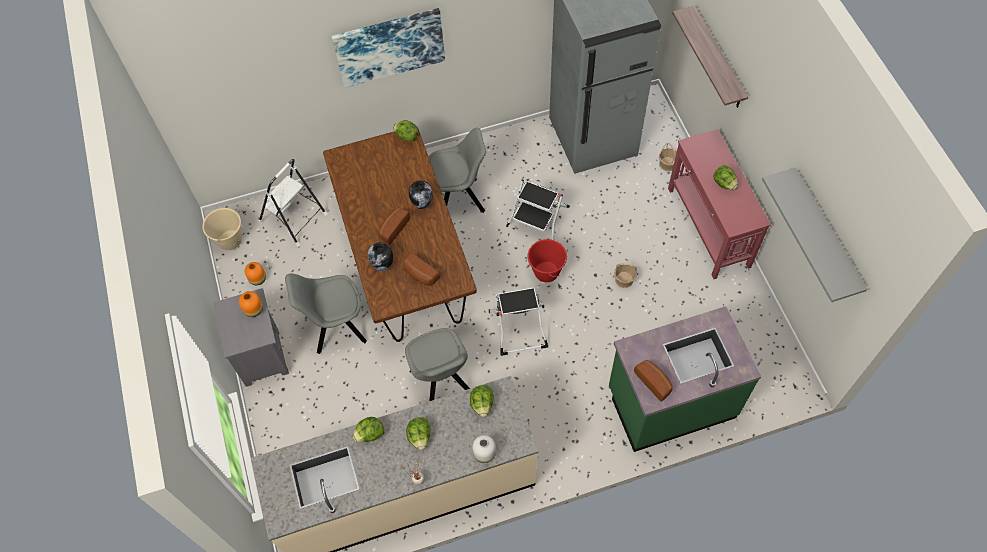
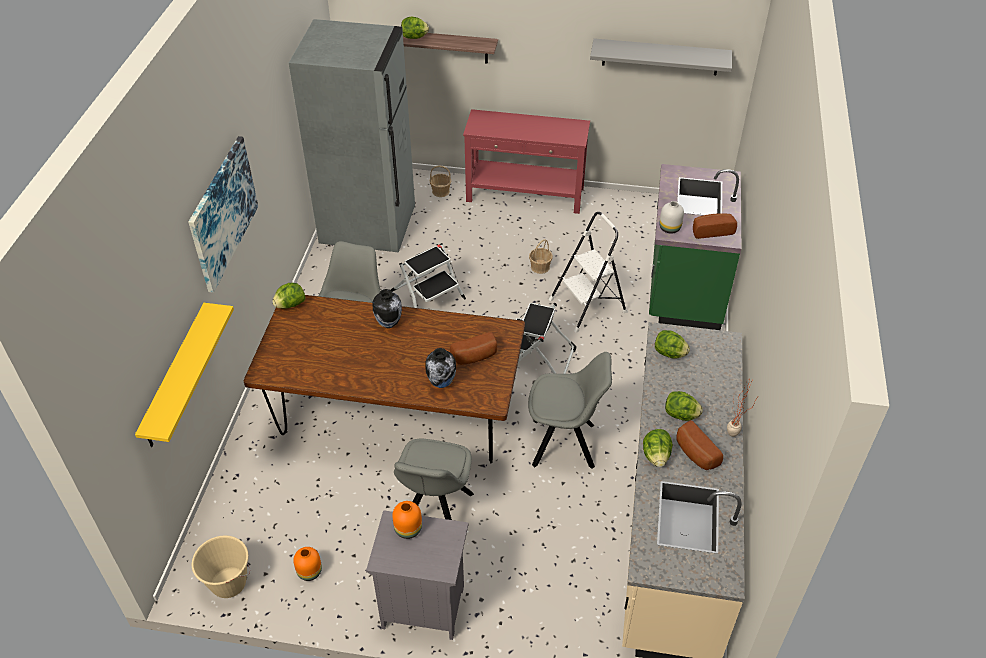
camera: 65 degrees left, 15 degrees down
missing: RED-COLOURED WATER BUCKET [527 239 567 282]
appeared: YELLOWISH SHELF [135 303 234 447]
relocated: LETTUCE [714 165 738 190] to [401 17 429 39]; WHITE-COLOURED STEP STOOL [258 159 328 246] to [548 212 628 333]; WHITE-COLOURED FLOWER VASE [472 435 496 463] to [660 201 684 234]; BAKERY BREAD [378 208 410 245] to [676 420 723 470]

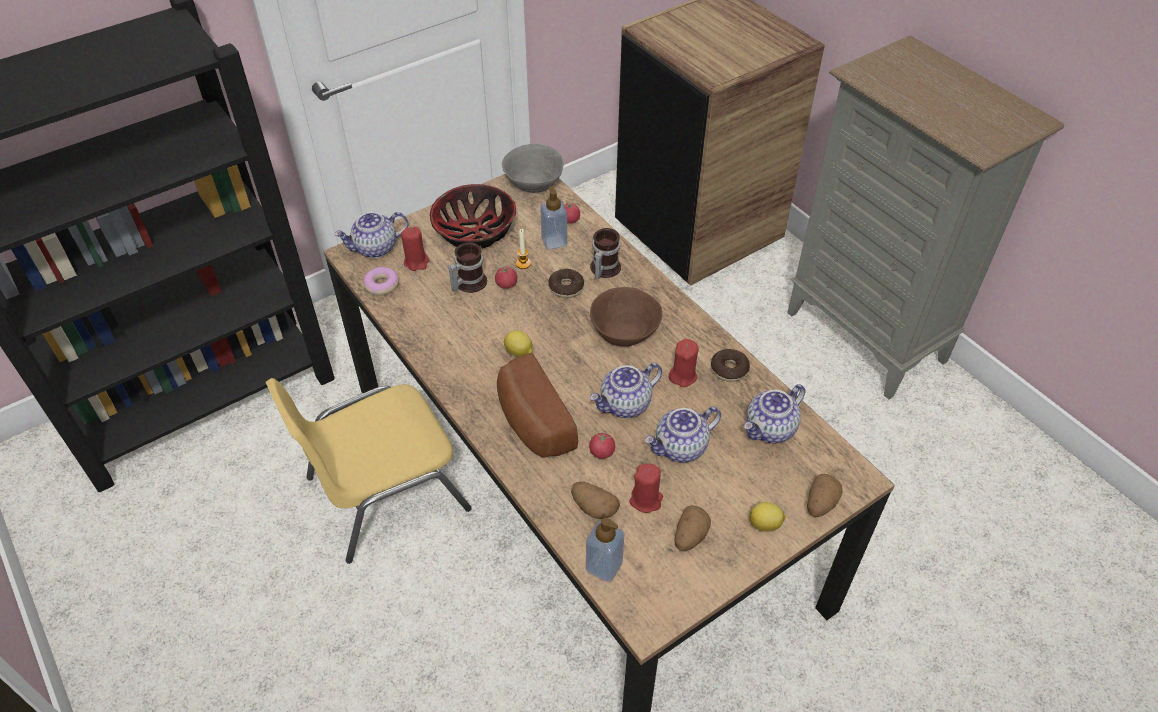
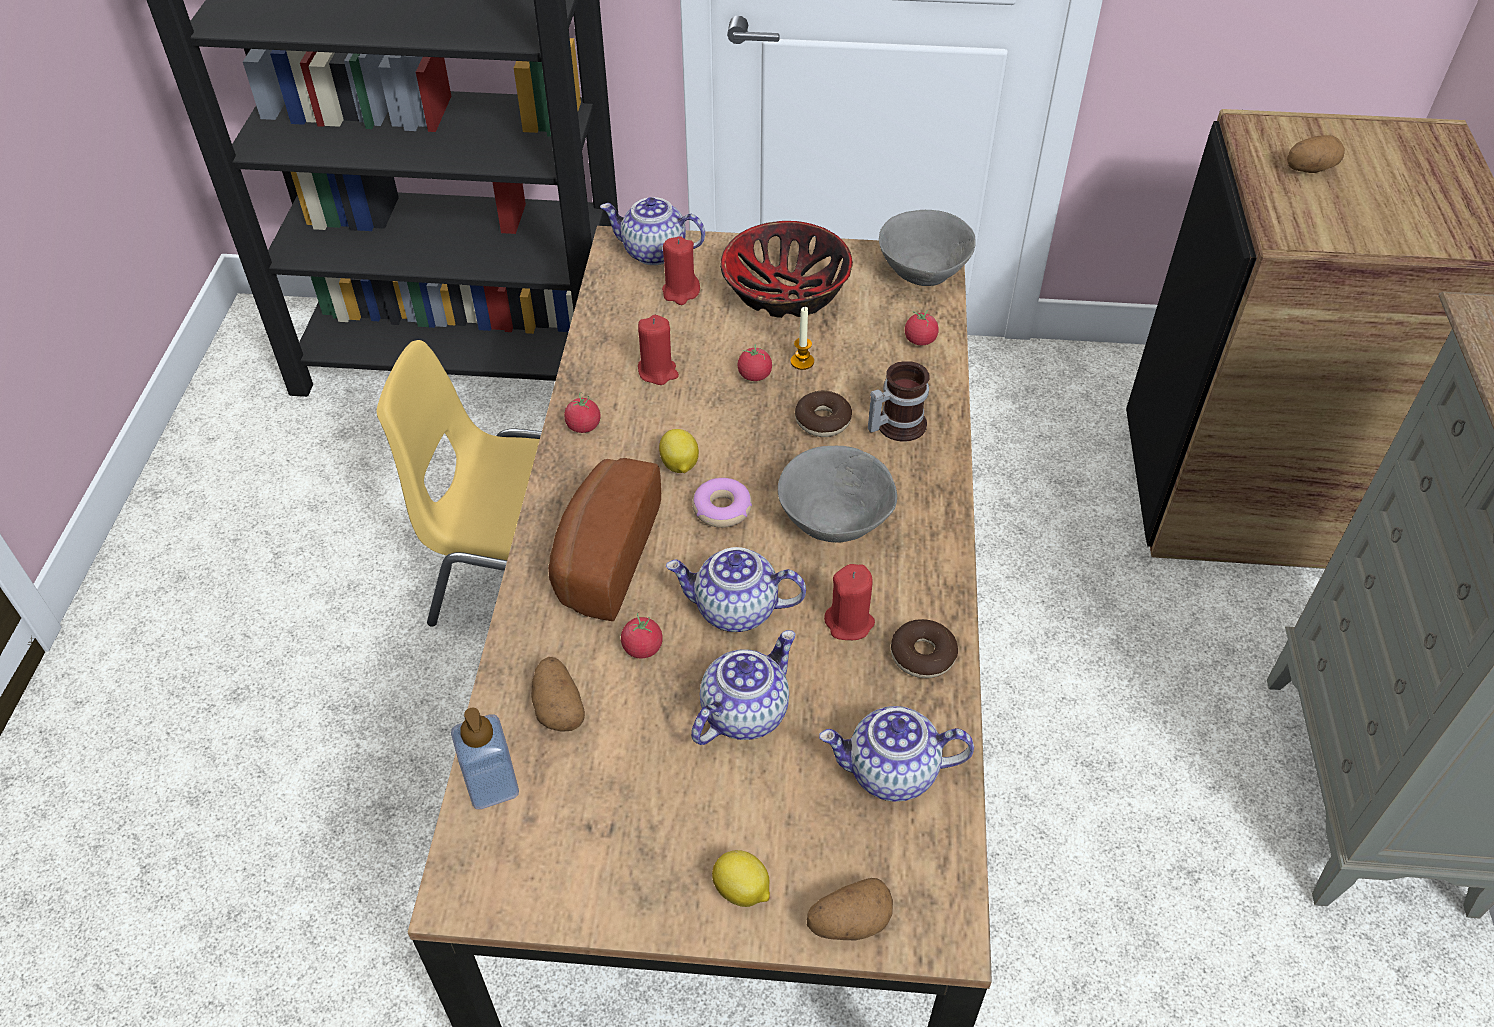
camera: 40 degrees right, 0 degrees up
missing: MUG [448 242 487 293]; SOAP BOTTLE [540 186 567 250]
appeared: WHOLE TOMATO [564 392 600 433]
relocated: RED-COLOURED CANDLE [629 464 663 513] to [638 315 679 385]; DOUGHNUT [363 267 399 296] to [692 478 752 528]; WHOLE POTATO [674 505 711 551] to [1287 135 1345 173]
colour: BROWNISH DEEP DISH [590 287 662 347] to GREYISH DEEP DISH [778 446 897 543]
spun: TEAPOT [644 407 721 463] = [691 630 796 745] 120 degrees clockwise

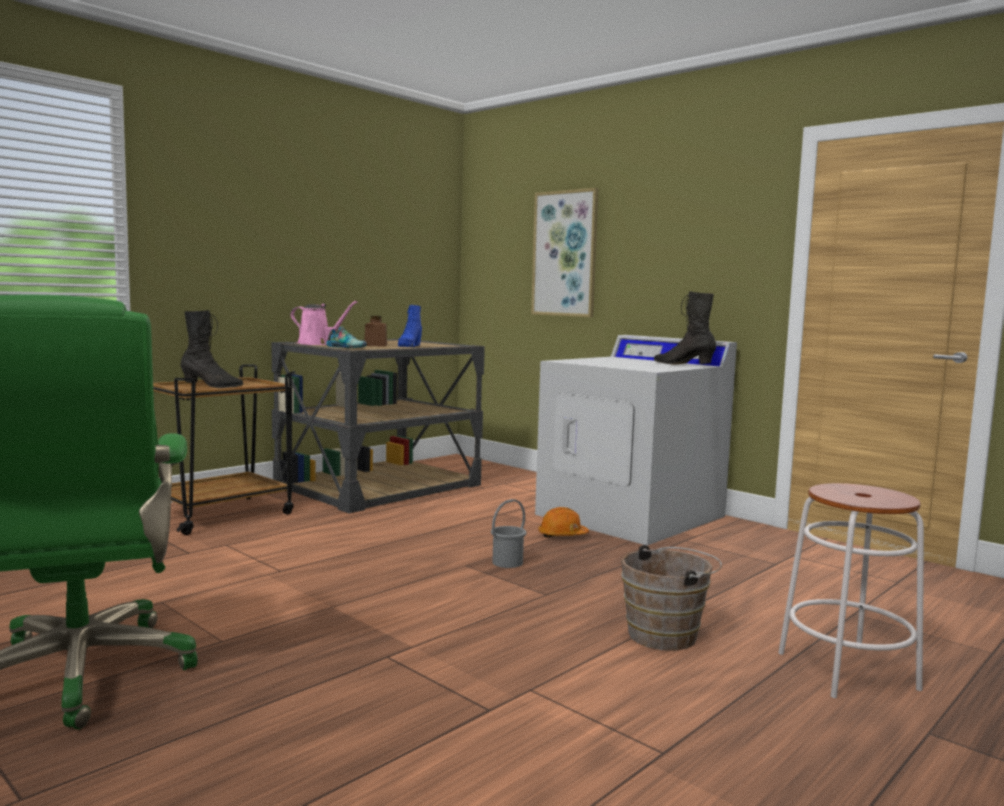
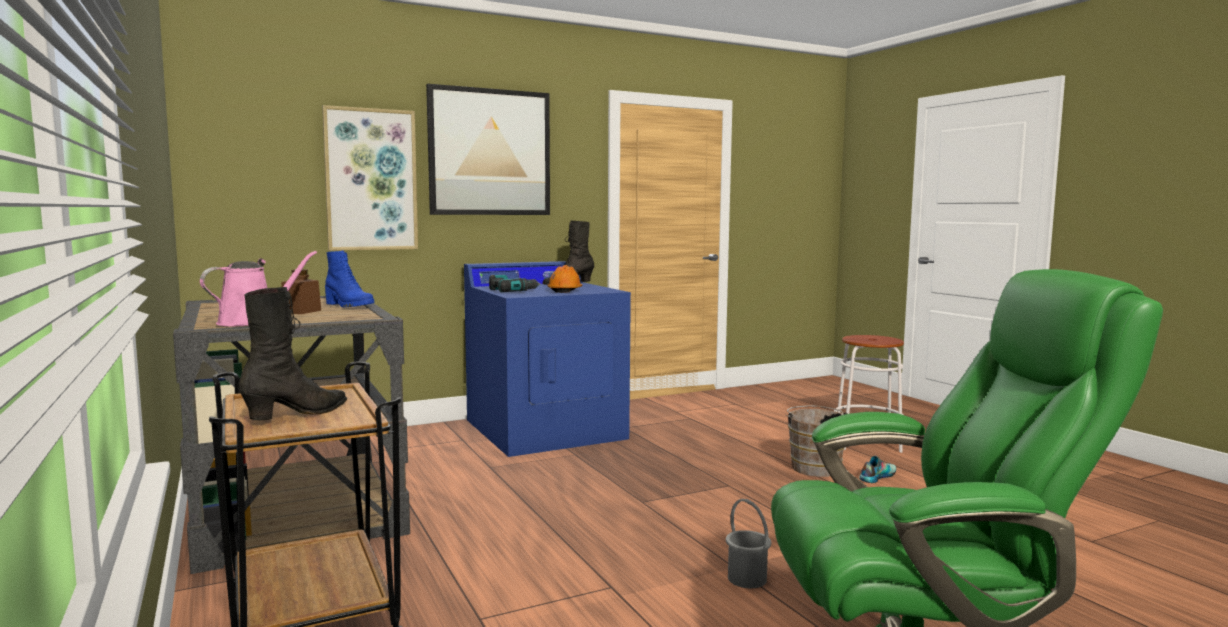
camera: 70 degrees left, 0 degrees up
appeared: WALL PICTURE [426 84 550 215]; DRILL [489 275 541 292]
relocated: ORANGE HARD HAT [538 507 589 538] to [547 265 582 293]; GREYISH WATER BUCKET [491 499 527 568] to [726 499 771 588]; ITEM OF FOOTWEAR [326 326 367 348] to [859 456 896 483]
colour: WHITE-COLOURED WASHING MACHINE [535 335 737 546] to BLUE WASHING MACHINE [464 261 631 457]

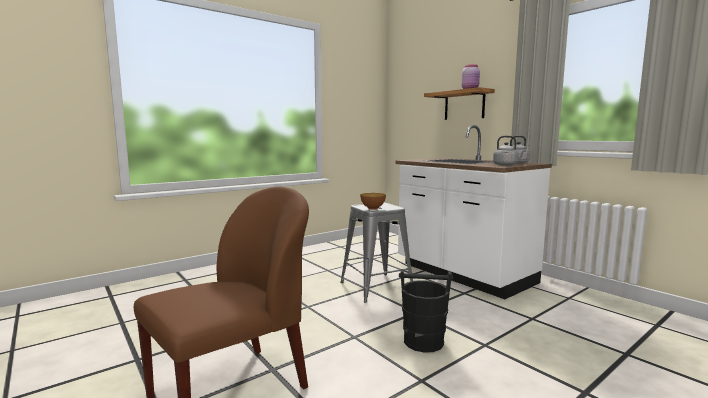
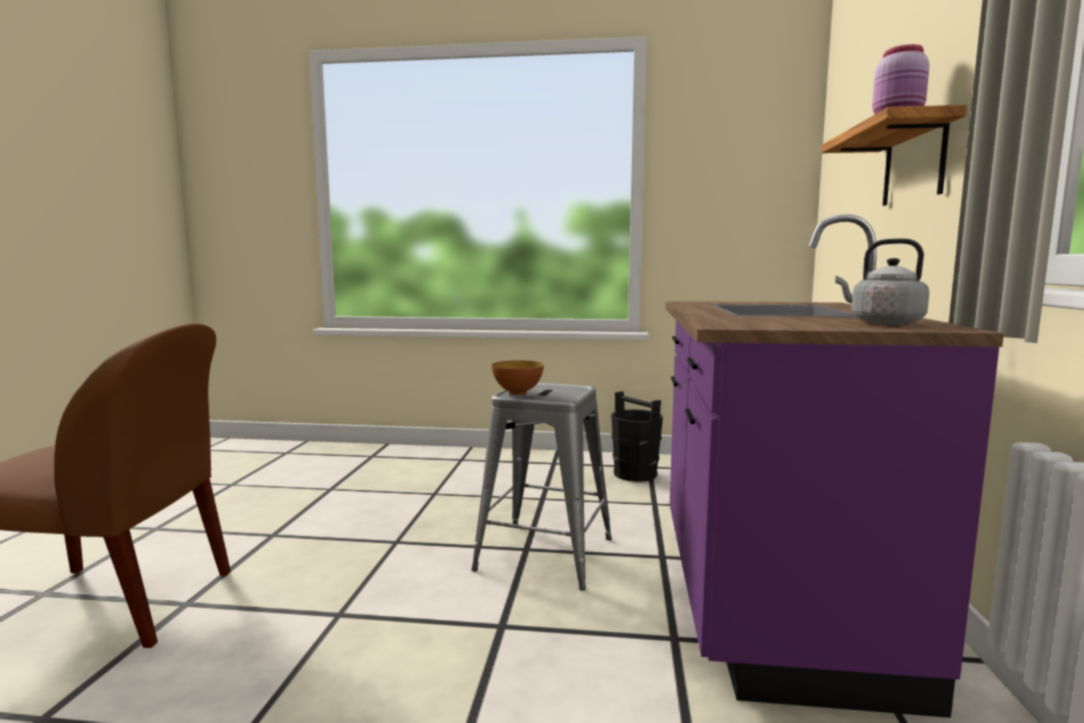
camera: 45 degrees right, 0 degrees up
missing: GREYISH KETTLE [493 136 526 166]
relocated: BLACKISH WATER BUCKET [399 269 453 353] to [611 391 663 482]
colour: WHITE-COLOURED COUNTER [396 125 552 299] to PURPLE COUNTER [665 214 1004 718]

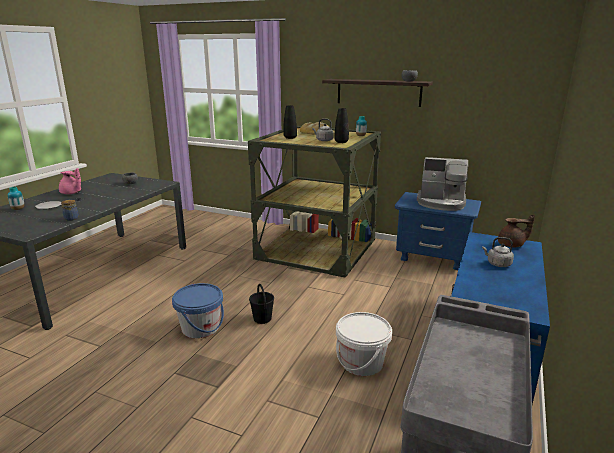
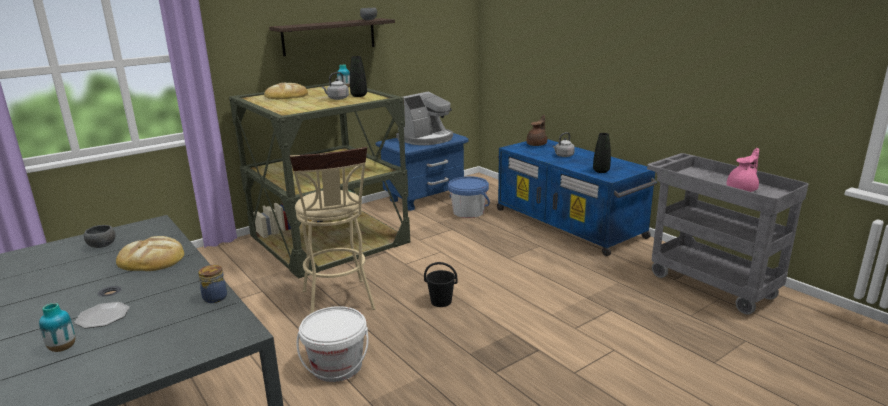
camera: 60 degrees left, 0 degrees up
appeared: BAKERY BREAD [116 236 184 271]; SAND-COLOURED STOOL [290 147 376 314]
relocated: WHITE-COLOURED WATER BUCKET [336 312 392 376] to [297 306 368 382]; BLUE WATER BUCKET [172 283 224 338] to [448 176 490 218]; BLACKISH FLOWER VASE [283 106 297 139] to [593 133 611 173]; PINK TEAPOT [59 168 81 194] to [727 148 759 192]

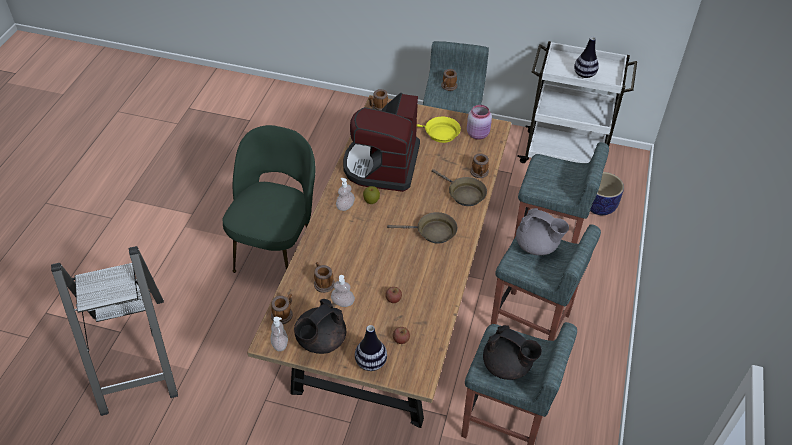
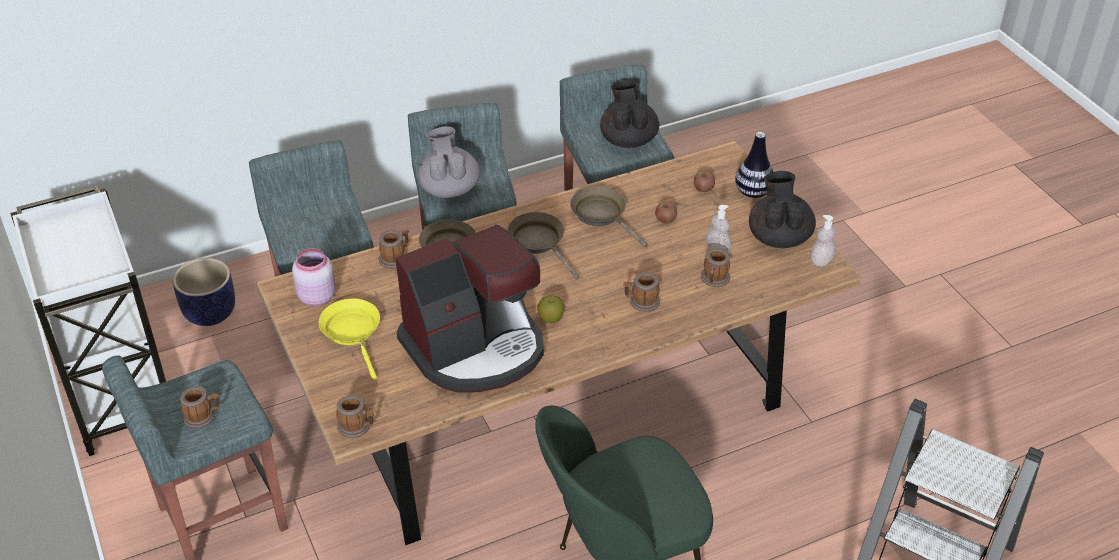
camera: 130 degrees left, 5 degrees down
missing: SOAP BOTTLE [336 178 355 211]; FLOWER VASE [574 37 599 78]
appeared: BROWNISH FRYING PAN [570 186 648 247]
relocated: MUG [271 294 293 324] to [623 272 660 312]
spun: BLACKISH TEAPOT [294 299 346 354] = [749 171 816 248] 90 degrees counterclockwise

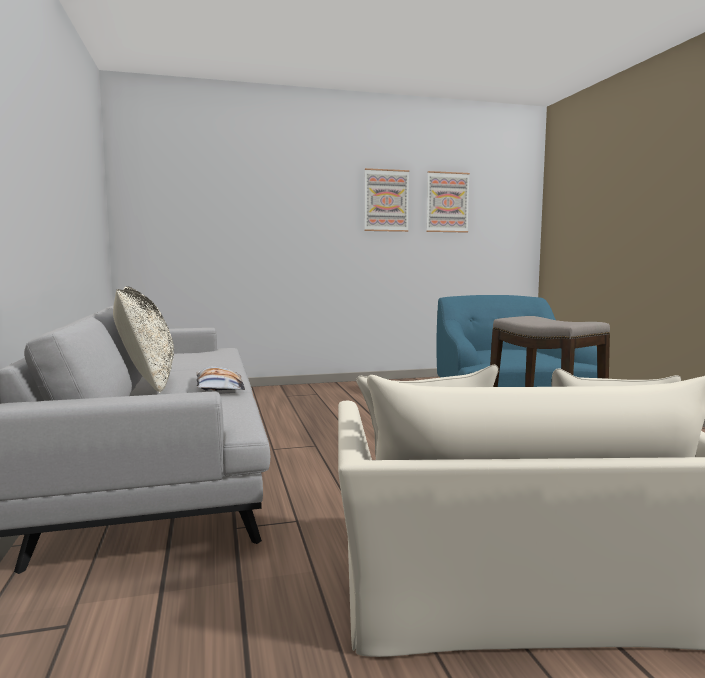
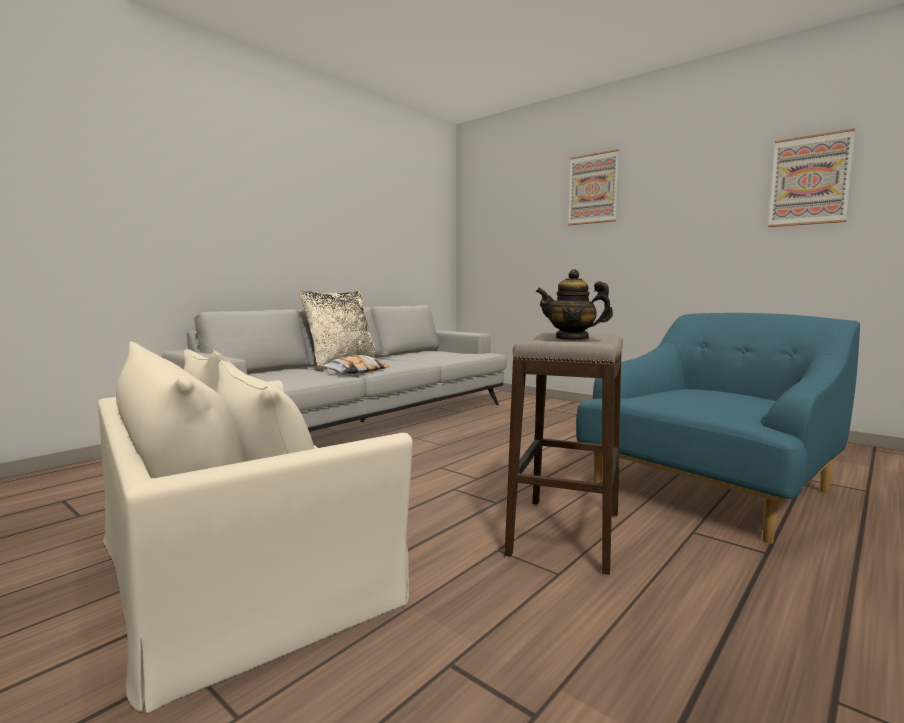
camera: 55 degrees right, 0 degrees up
appeared: TEAPOT [536 269 613 340]
relocated: WALL PICTURE [364 168 409 232] to [568 149 619 225]

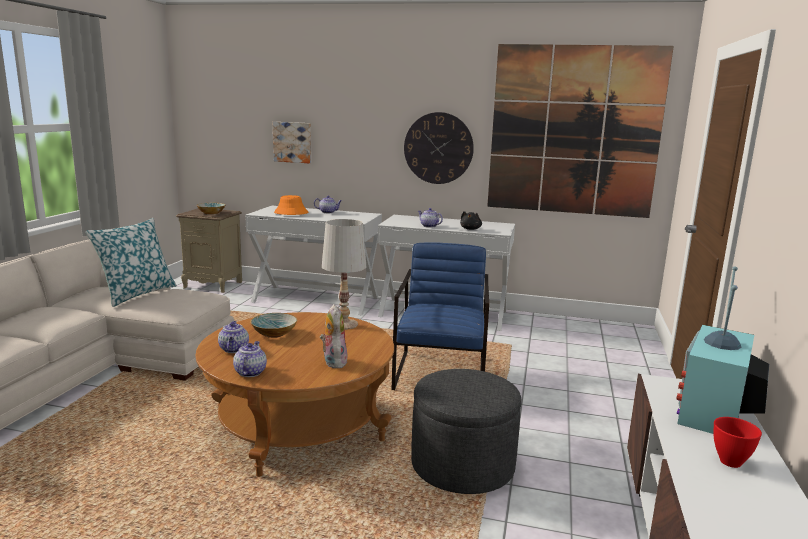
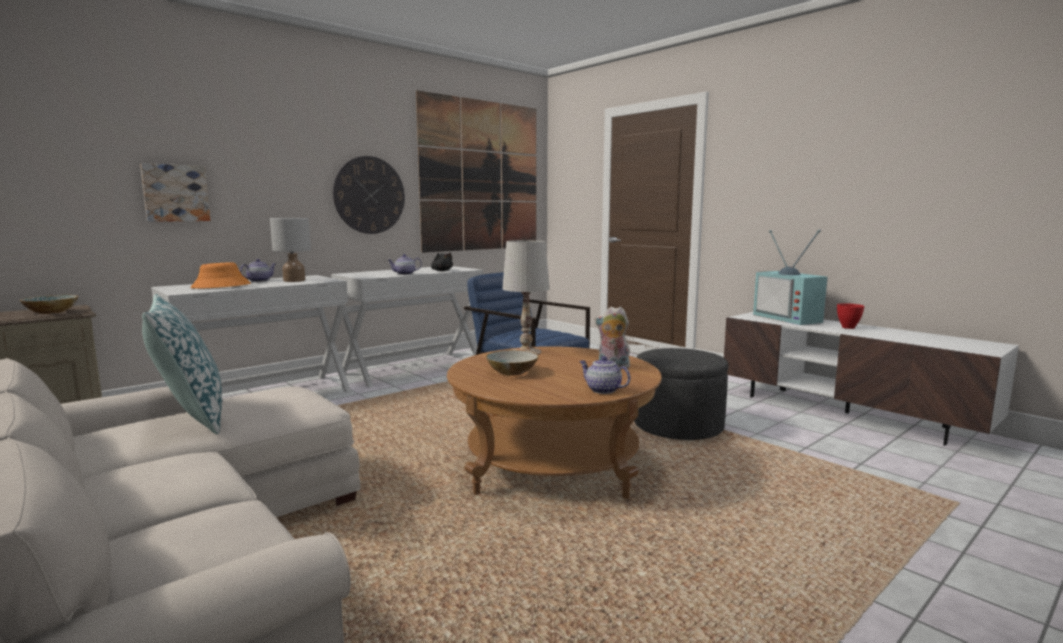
camera: 55 degrees left, 5 degrees down
missing: TEAPOT [218 321 249 353]
appeared: GREYISH LAMP FOR A TABLE [270 218 311 282]

